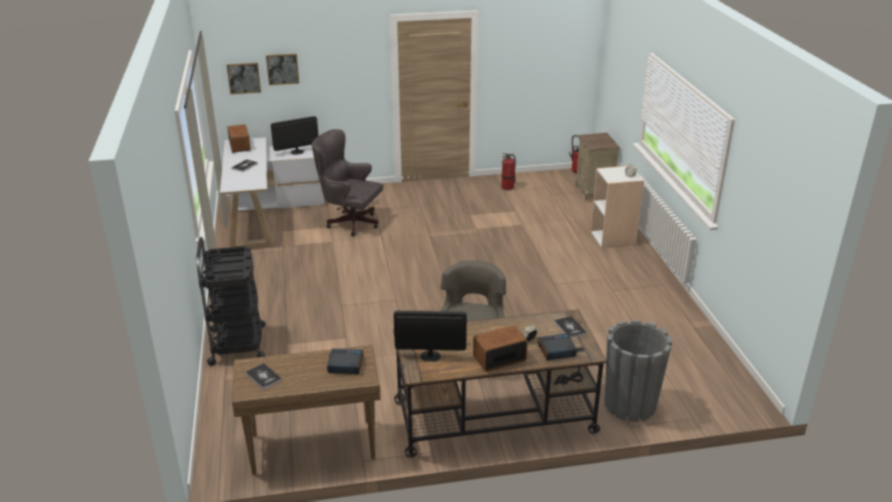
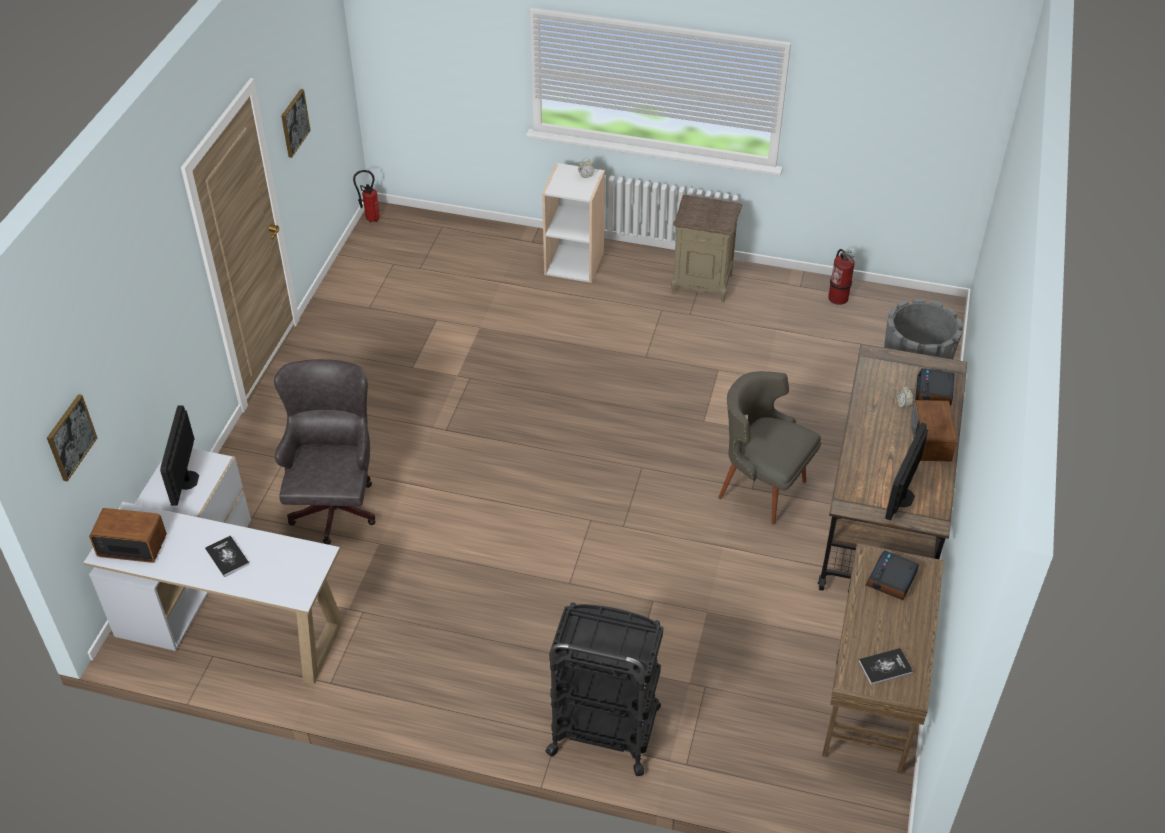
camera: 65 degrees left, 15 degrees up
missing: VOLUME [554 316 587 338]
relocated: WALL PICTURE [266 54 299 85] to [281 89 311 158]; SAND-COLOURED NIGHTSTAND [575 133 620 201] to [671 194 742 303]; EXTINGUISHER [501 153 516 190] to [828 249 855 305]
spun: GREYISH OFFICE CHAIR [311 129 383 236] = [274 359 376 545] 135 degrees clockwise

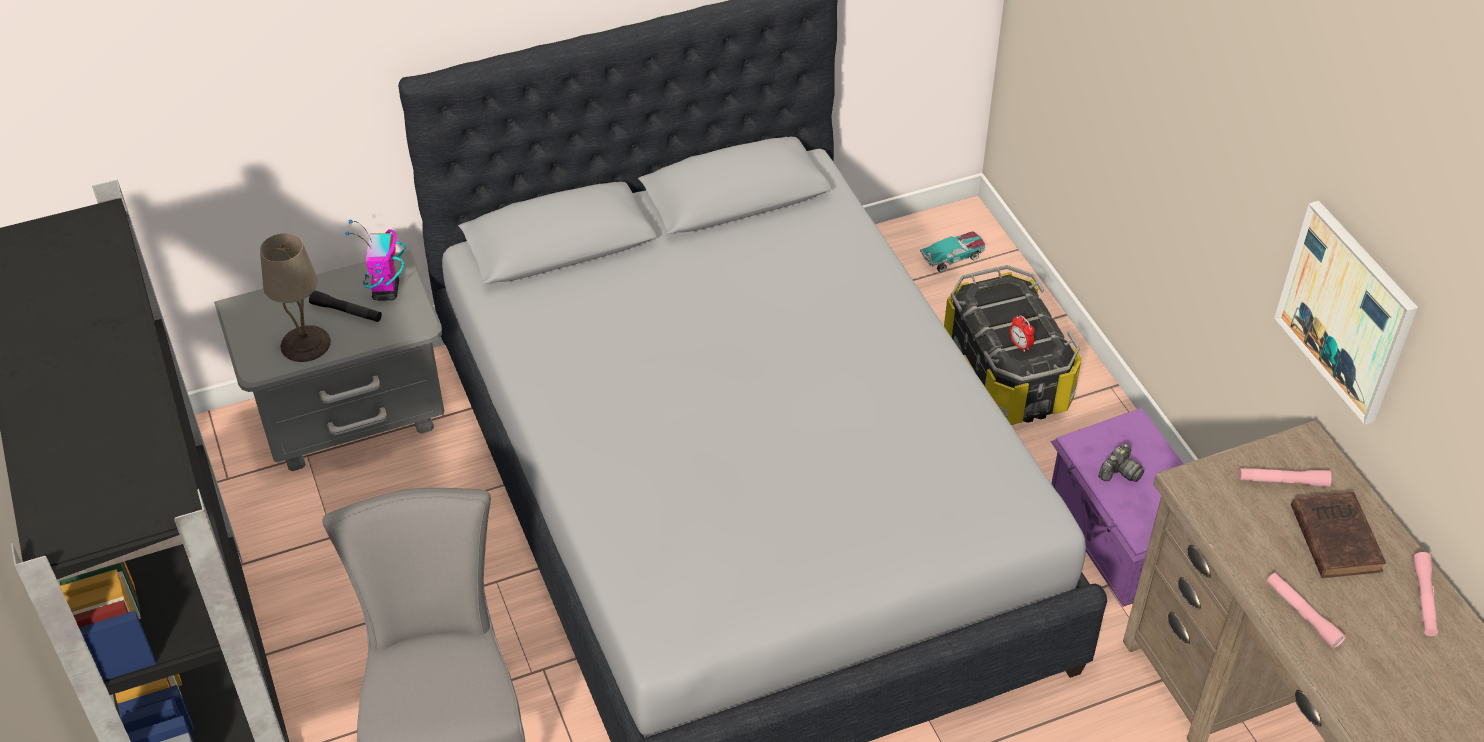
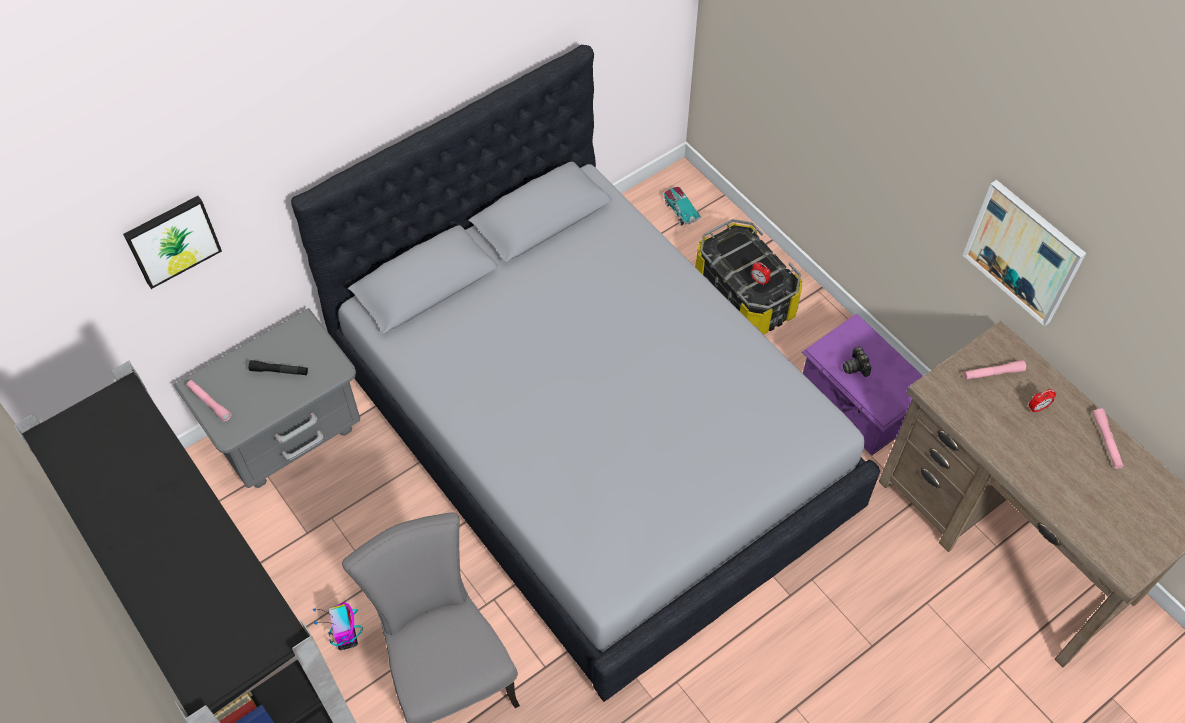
camera: 15 degrees left, 10 degrees up
missing: SAND-COLOURED LAMP FOR A TABLE [260 233 331 362]
appeared: WALL PICTURE [123 196 222 289]
relocated: PINK FLASHLIGHT [1267 573 1346 648] to [186 380 232 422]; TOY ROBOT [345 220 406 301] to [313 602 363 650]
exchanged: BROWNISH VOLUME [1291 492 1386 578] to ALARM CLOCK [1029 389 1056 413]
spun: MODEL CAR [920 231 985 272] = [664 187 701 226] 75 degrees counterclockwise; STILL CAMERA [1098 443 1144 482] = [843 347 871 377] 135 degrees clockwise

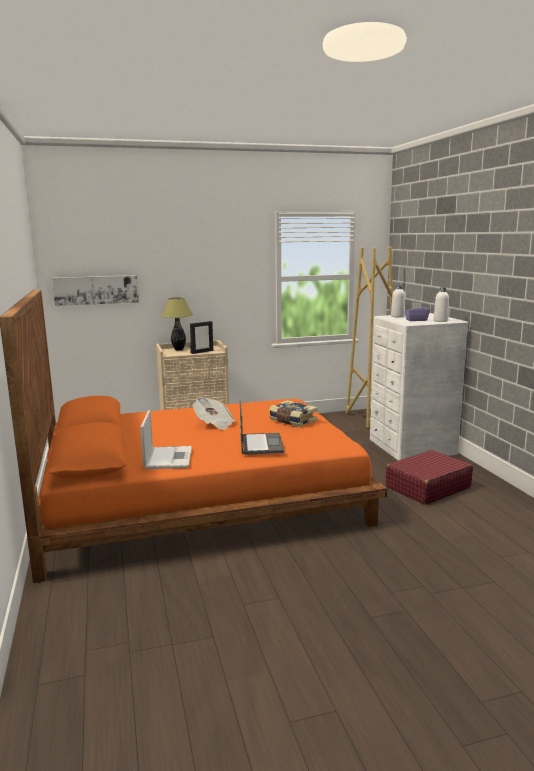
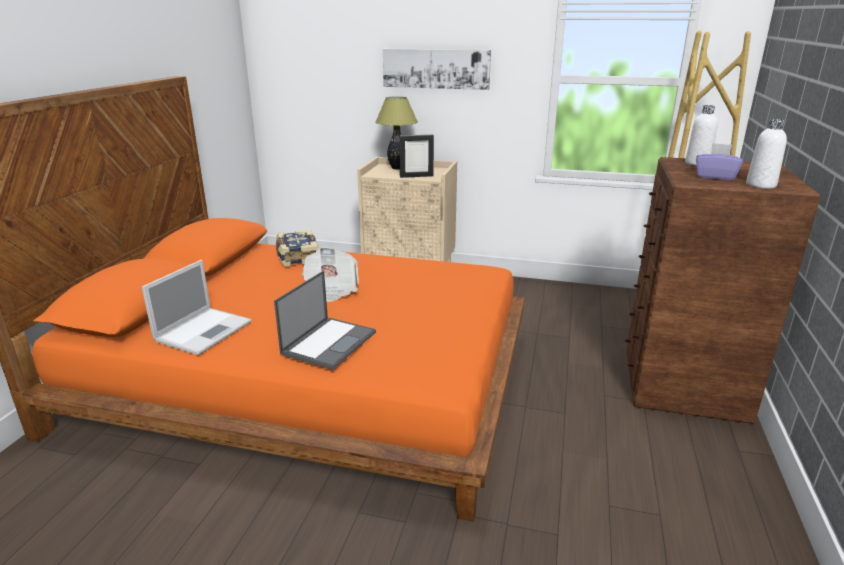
camera: 30 degrees right, 10 degrees up
missing: RED-COLOURED PIECE OF LUGGAGE [385 450 473 505]
relocated: VOLUME [269 400 318 427] to [276 230 319 267]; WALL PICTURE [52 275 139 306] to [383 49 491 90]
colour: WHITE-COLOURED DRESSER [370 313 468 461] to BROWNISH DRESSER [625 157 821 424]

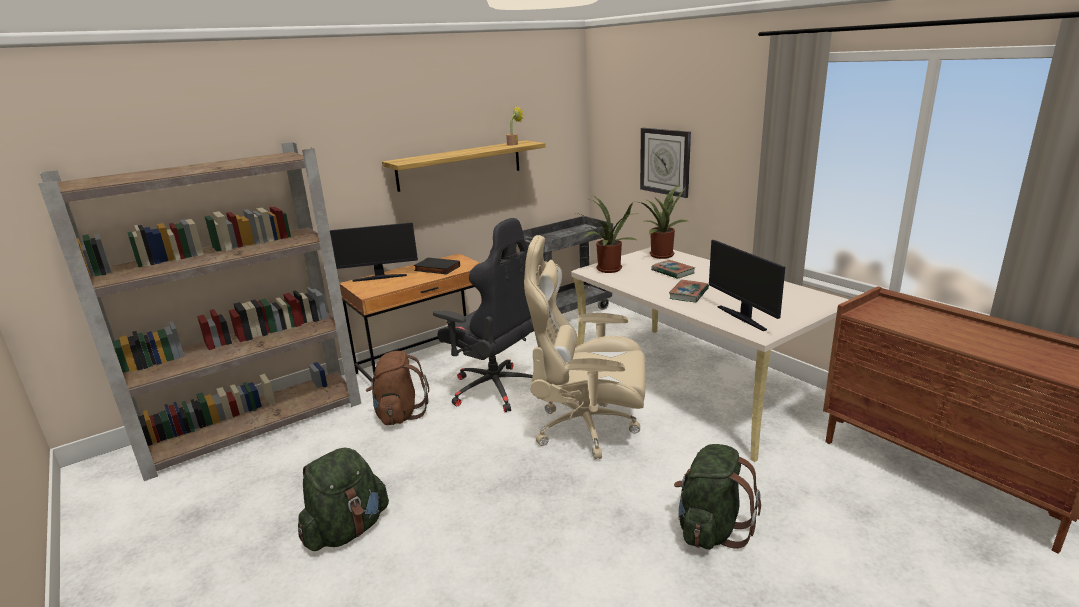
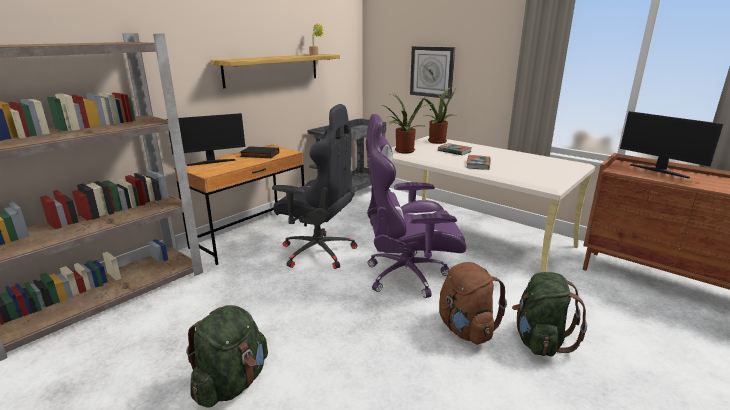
camera: 15 degrees left, 0 degrees up
relocated: BROWNISH BACKPACK [366 351 429 425] to [439 262 507 345]; COMPUTER SCREEN [709 240 785 331] to [620 111 723 179]
colour: SAND-COLOURED OFFICE CHAIR [524 235 646 460] to PURPLE OFFICE CHAIR [366 114 466 298]

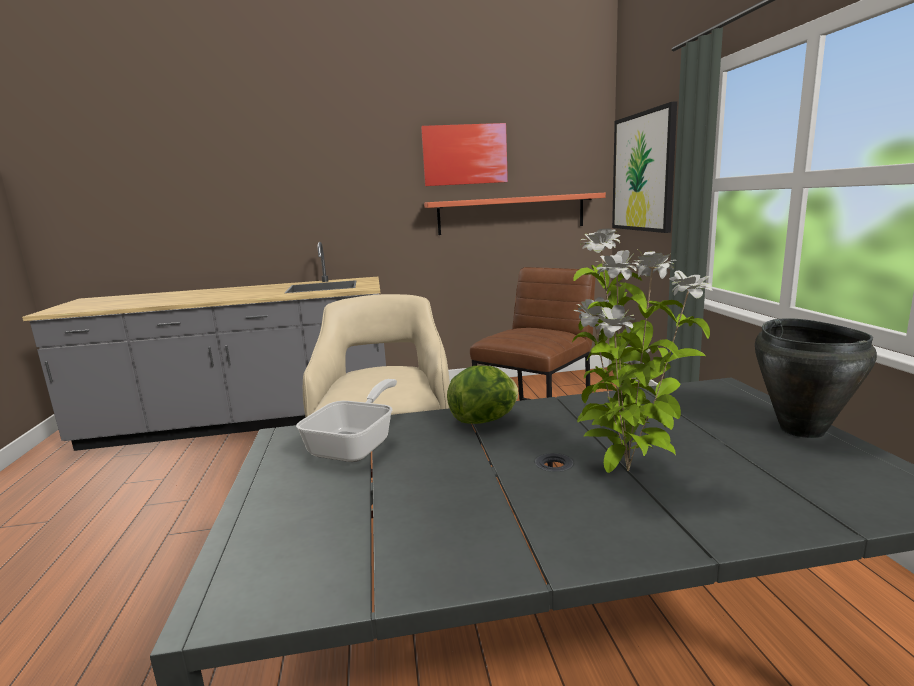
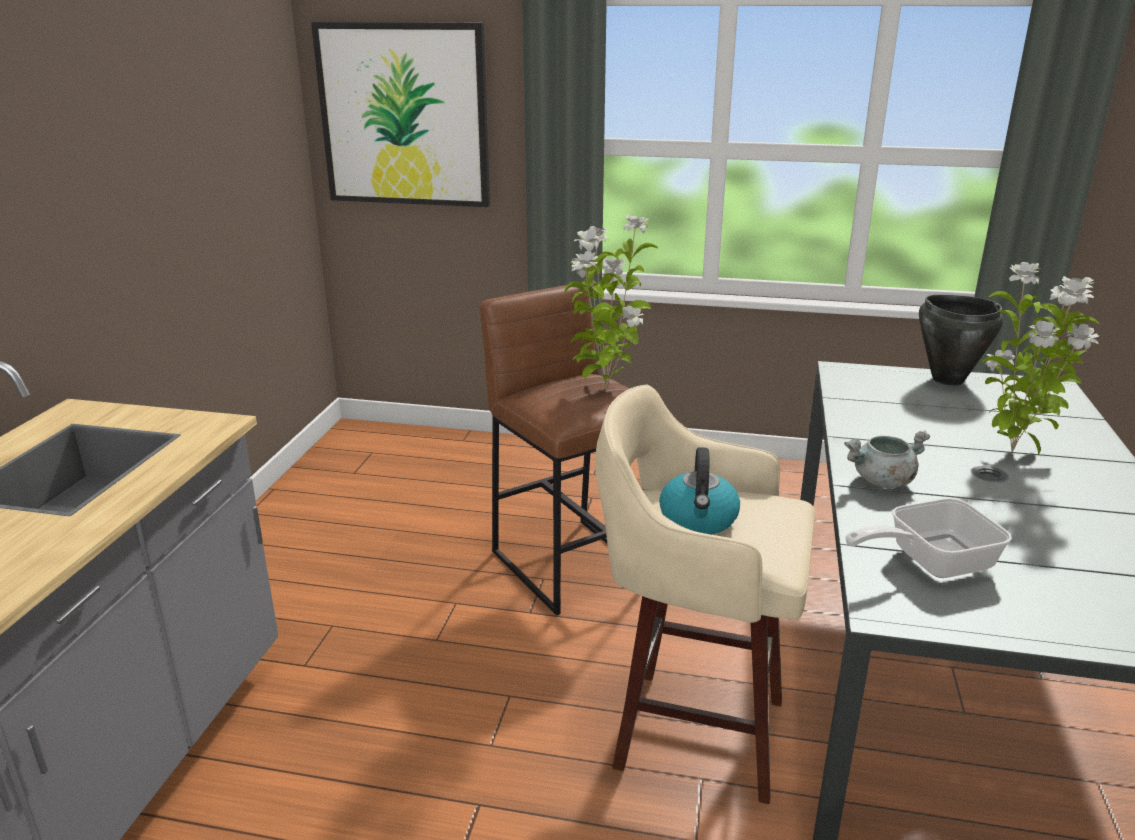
camera: 70 degrees left, 10 degrees up
missing: WALL PICTURE [421 123 508 186]; SHELF [424 193 606 235]
appeared: PLANT IN A POT [564 214 659 389]; KETTLE [659 447 740 535]
exchanged: LETTUCE [447 365 518 424] to GREYISH STOCKPOT [844 431 930 488]
spun: FRYING PAN [296 379 397 462] = [845 498 1012 578] 60 degrees counterclockwise

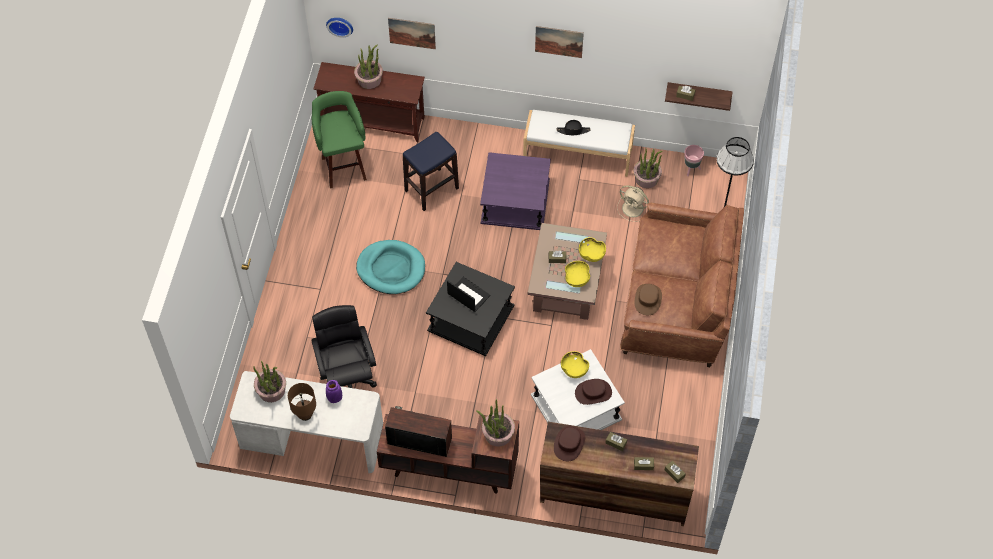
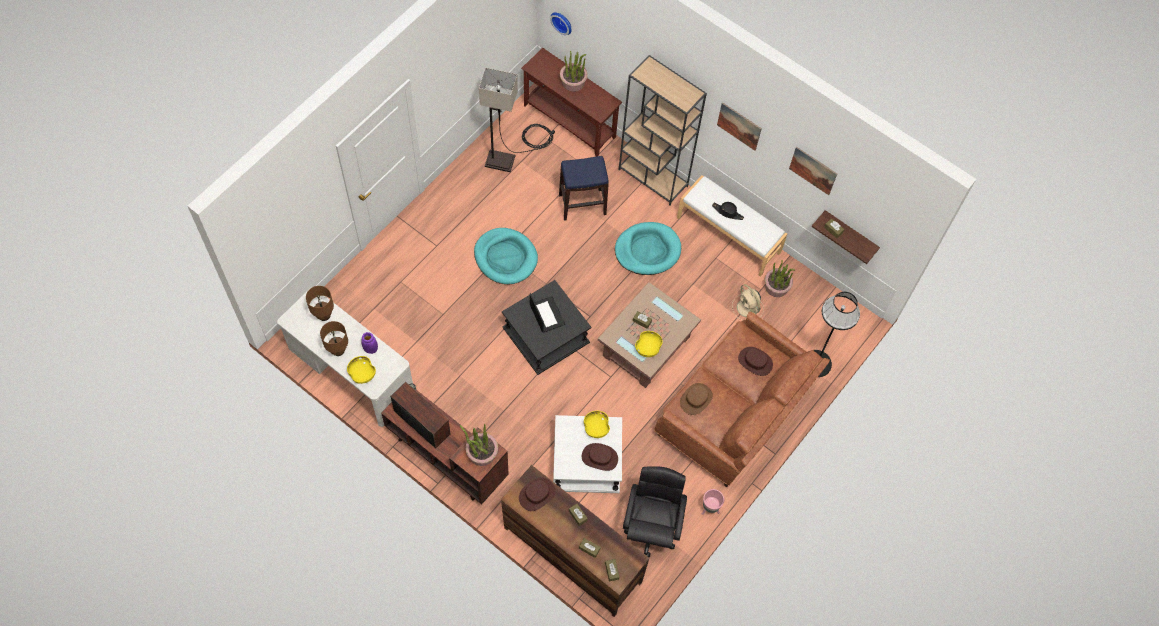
camera: 25 degrees right, 5 degrees up
appeared: SHELVING UNIT [618 55 707 206]; BROWNISH WEARABLE HAT [738 347 773 376]
relocated: YELLOWISH DEEP DISH [579 237 606 262] to [347 356 376 384]; BLACKISH OFFICE CHAIR [311 305 377 388] to [623 466 687 557]; PINK PLANTER [684 145 704 176] to [702 489 724 515]; WALL PICTURE [388 18 436 49] to [789 147 837 195]
exchanged: PLANT IN A POT [253 361 286 402] to BROWNISH LAMP FOR A TABLE [306 286 334 321]; GREENISH STOOL [312 91 367 188] to FLOOR LAMP [479 68 555 172]; PURPLE END TABLE [480 152 551 230] to BLUE-GREEN PET BED [615 222 681 275]

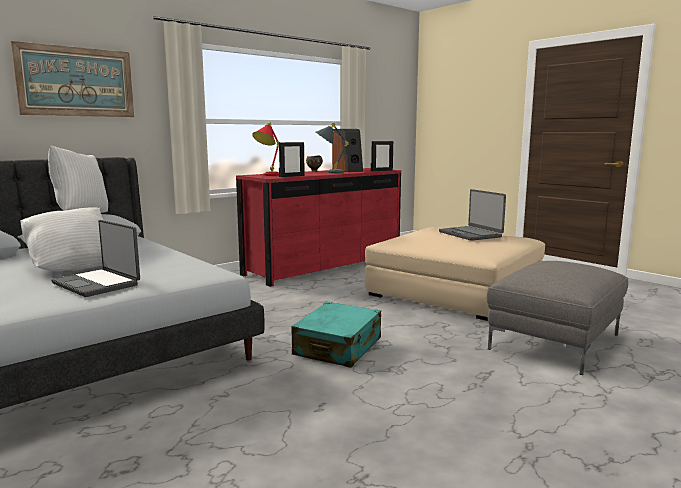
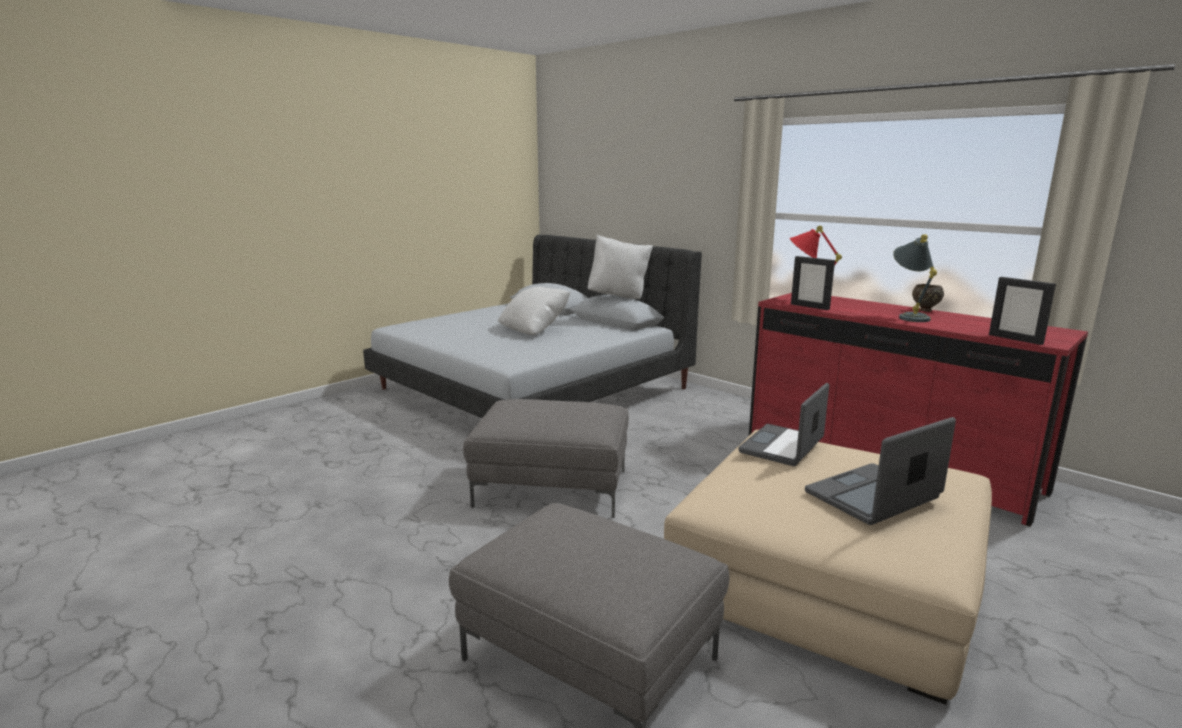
camera: 85 degrees right, 5 degrees up
missing: WALL PICTURE [11 41 134 117]; AUDIO SPEAKER [332 129 363 172]
relocated: PORTABLE COMPUTER [51 220 140 297] to [738 383 829 466]
exchanged: BLUE-GREEN PIECE OF LUGGAGE [291 302 381 368] to GREYISH FOOTREST [463 399 629 518]

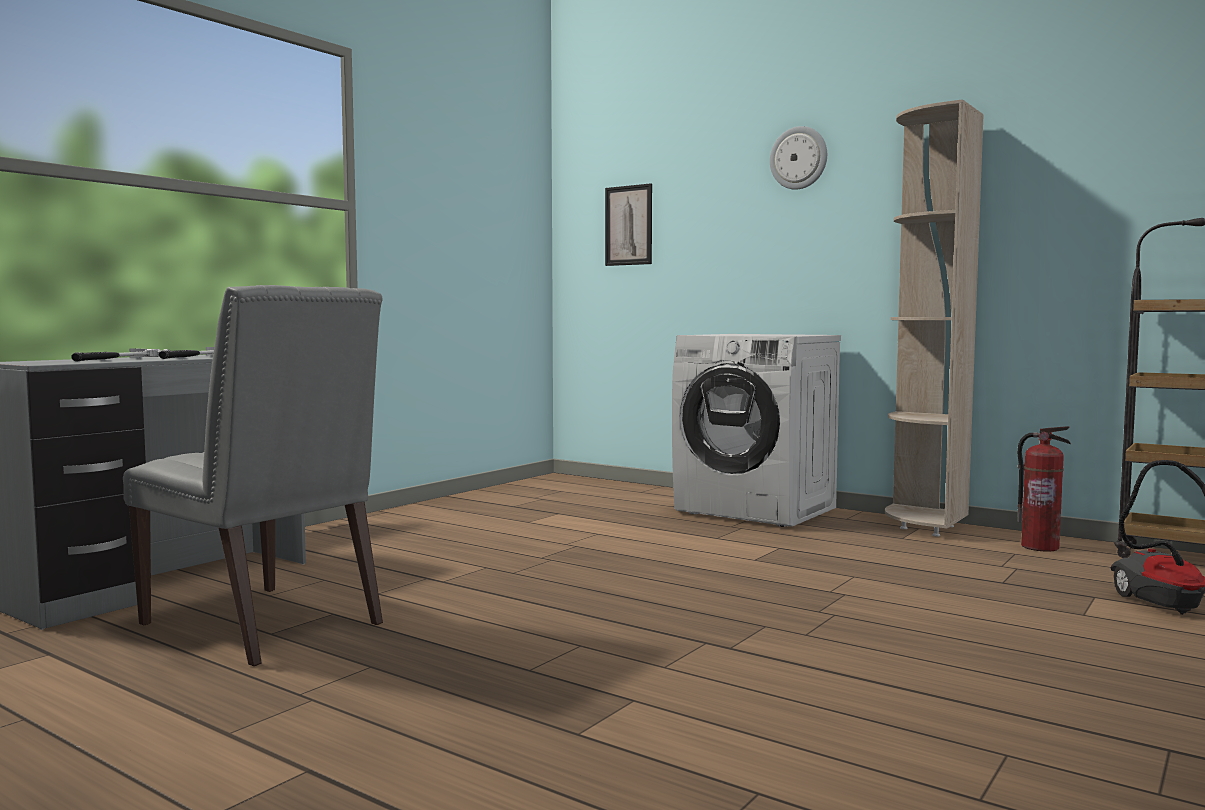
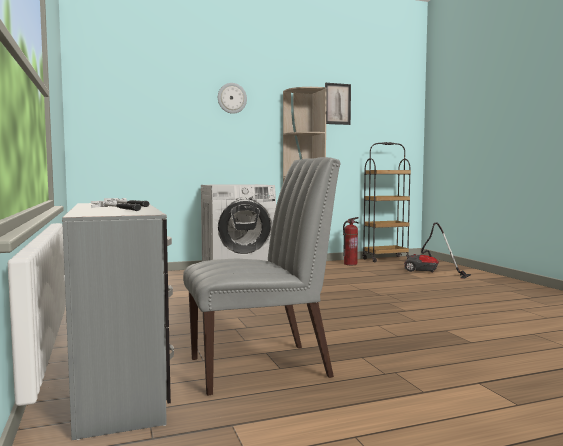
camera: 55 degrees left, 0 degrees up
relocated: WALL PICTURE [605 183 652 266] to [325 83 351 125]

